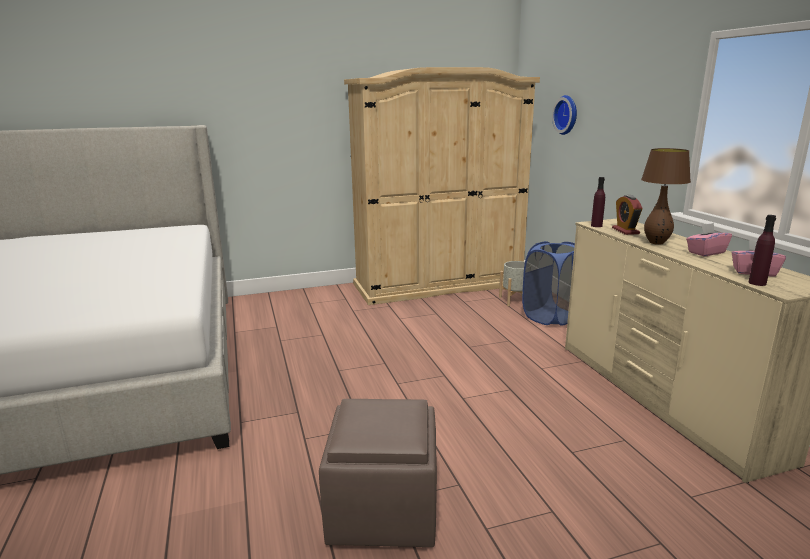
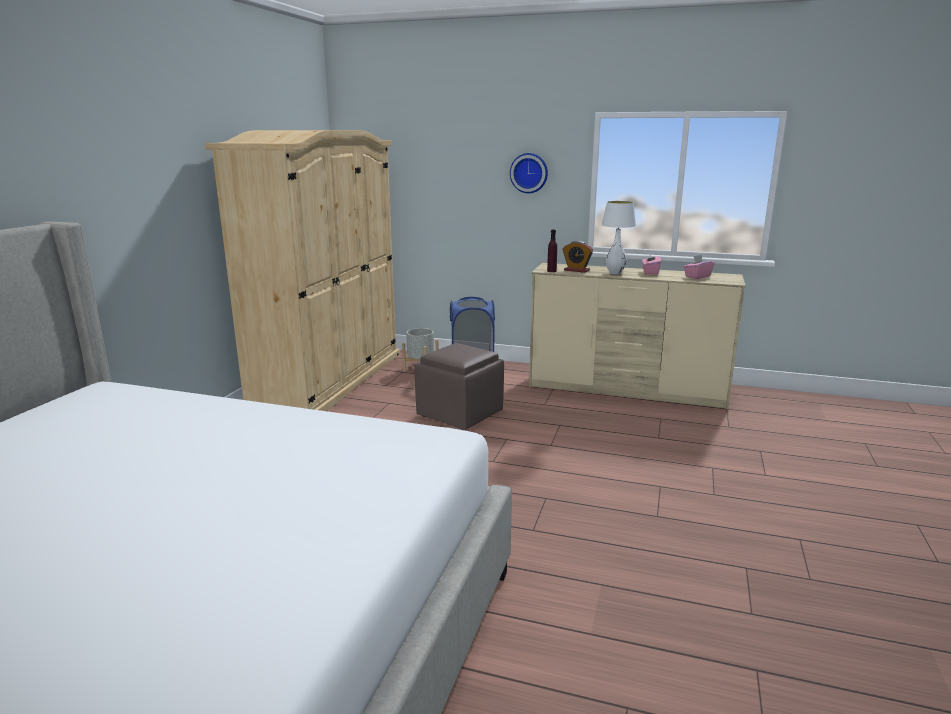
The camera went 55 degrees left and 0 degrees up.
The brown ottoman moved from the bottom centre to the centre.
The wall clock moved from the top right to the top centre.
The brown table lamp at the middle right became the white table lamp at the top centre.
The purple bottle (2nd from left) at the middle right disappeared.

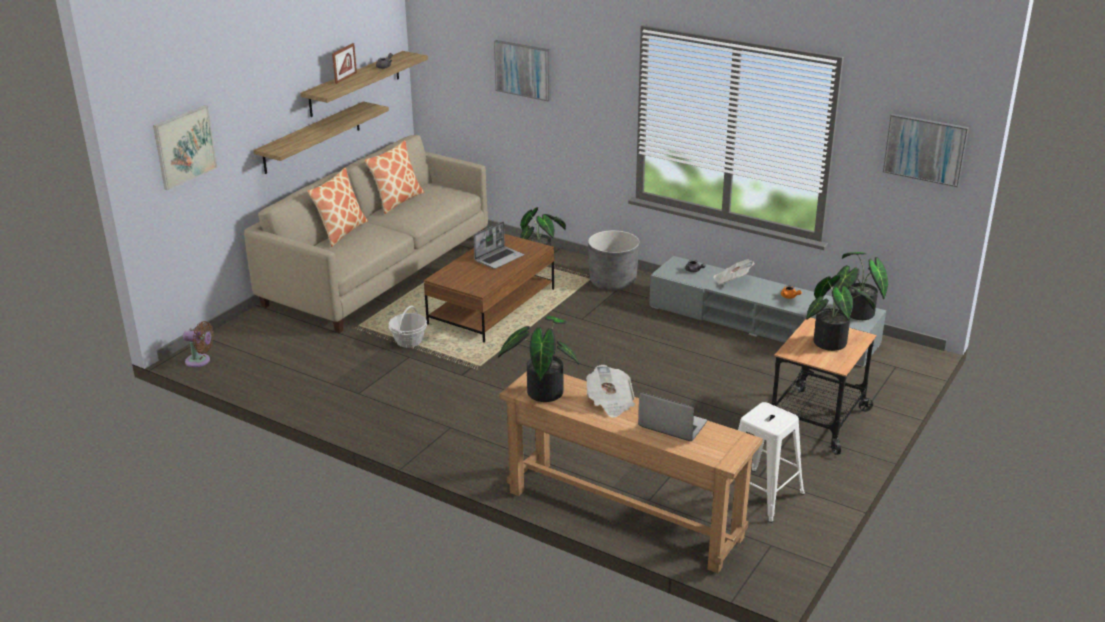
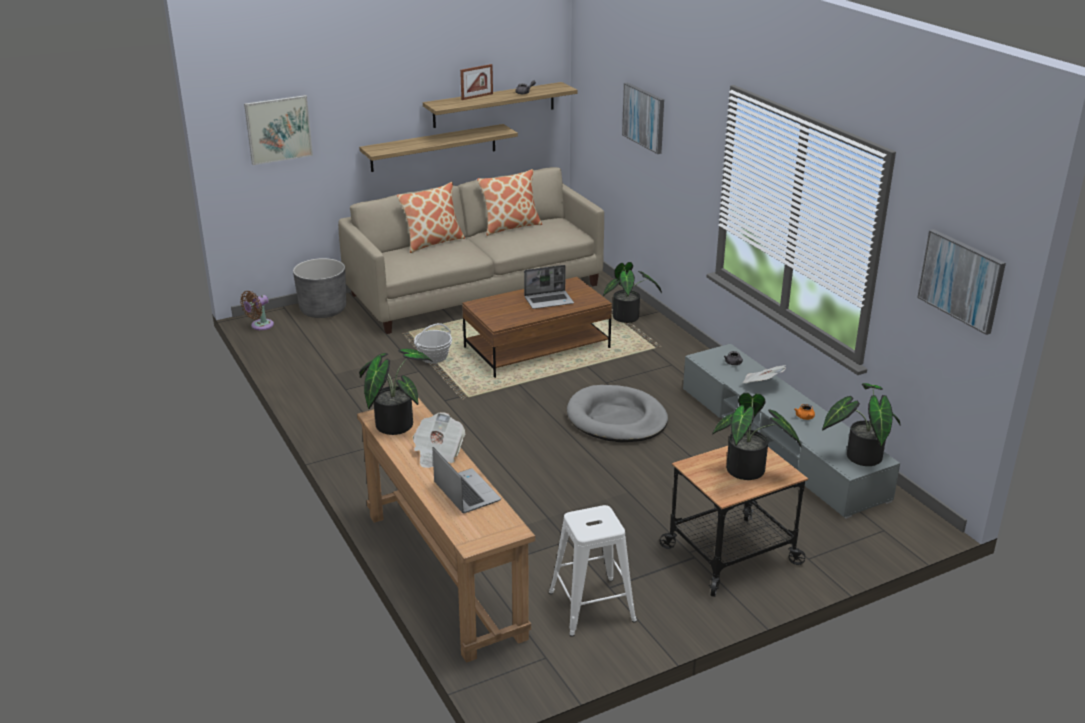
The camera went 30 degrees right and 0 degrees up.
The brown fan at the middle left turned 90 degrees clockwise.
The grey planter moved from the centre to the middle left.
The grey dog bed at the centre appeared.

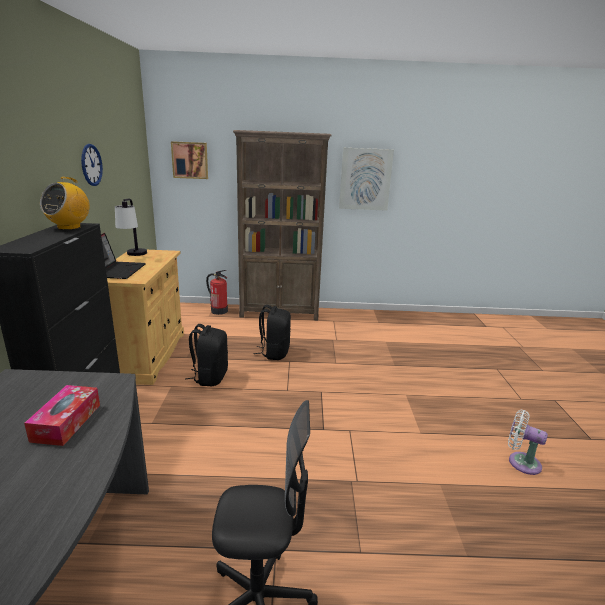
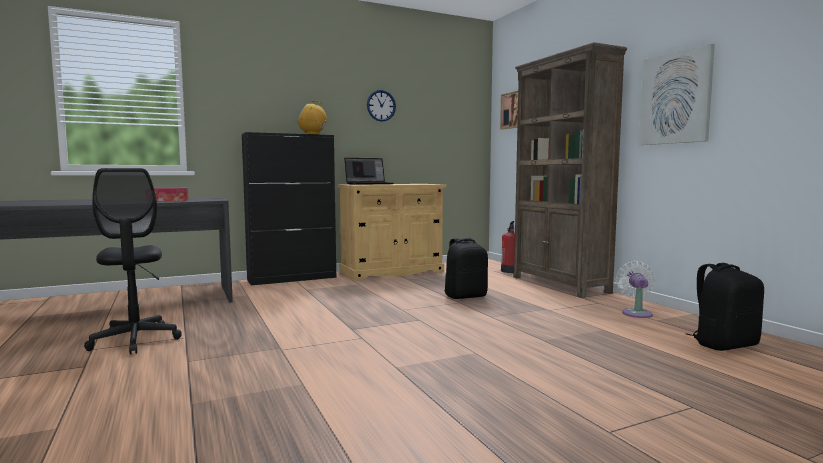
The camera went 65 degrees right and 15 degrees down.
The table lamp at the middle left disappeared.
The black backpack (1st from left in the first image) moved from the centre to the middle right.
The white fan moved from the bottom right to the middle right.

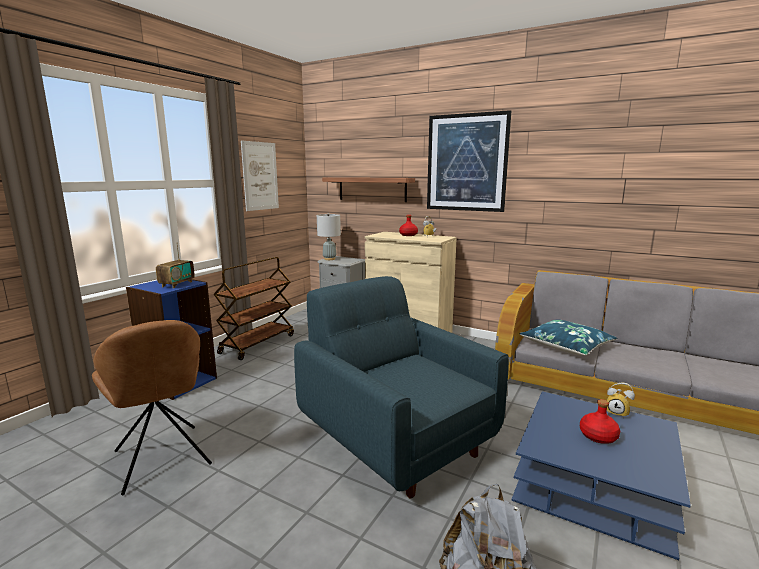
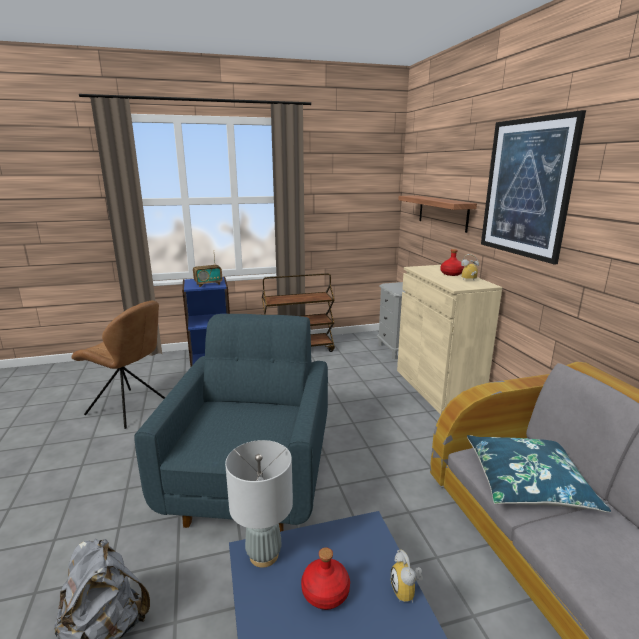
The camera went 45 degrees right and 5 degrees up.
The brown chair at the bottom left turned 75 degrees counterclockwise.
The picture (1st from left) at the top centre disappeared.
The grey table lamp moved from the centre to the bottom centre.

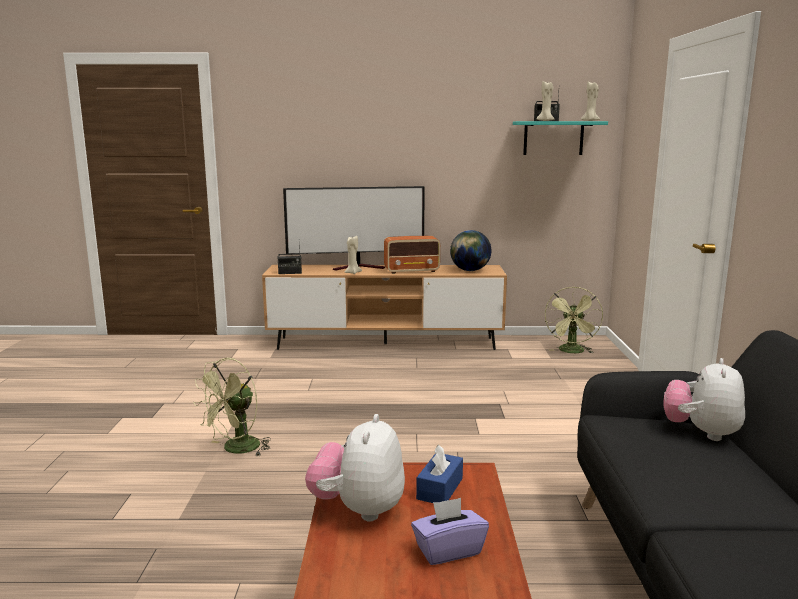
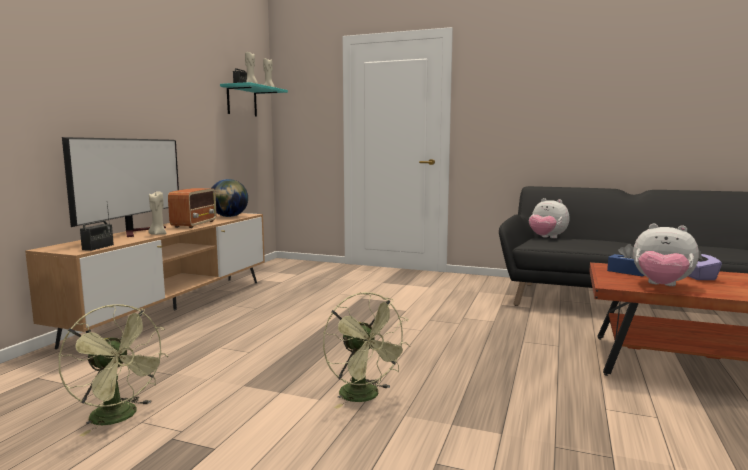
The camera went 70 degrees left and 5 degrees down.
The green fan (2nd from left in the first image) moved from the middle right to the bottom left.

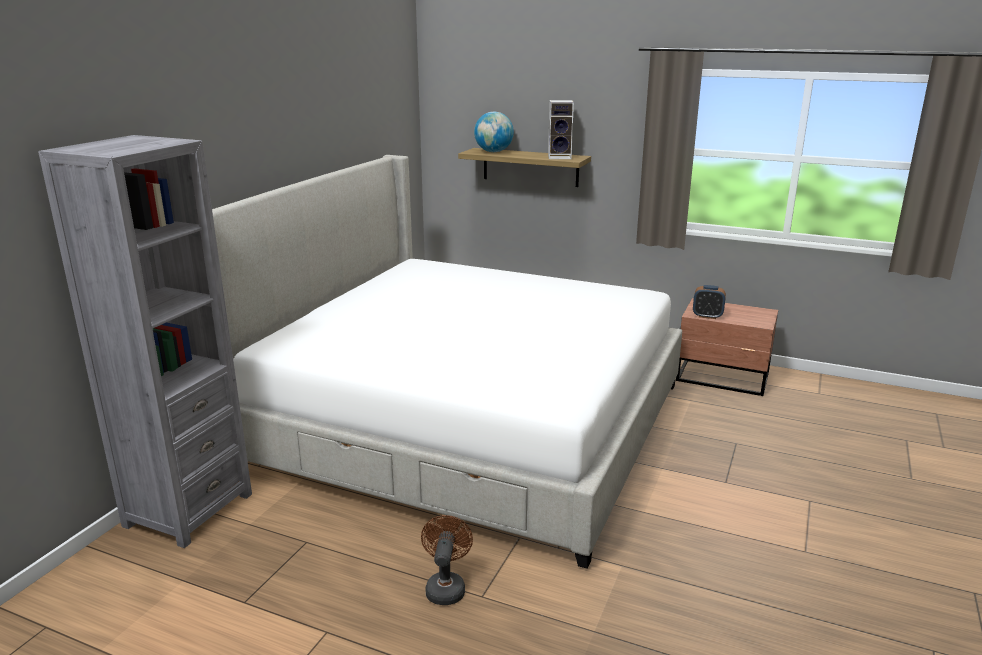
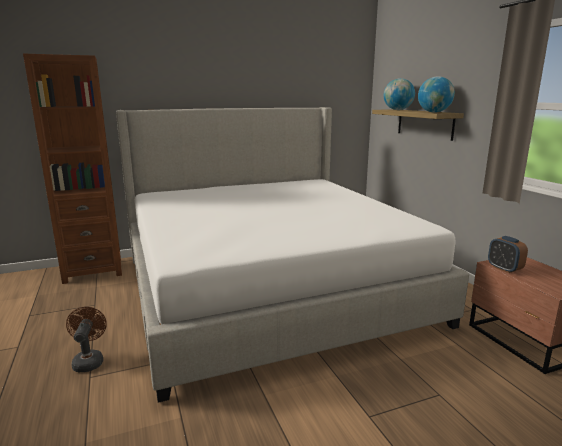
The camera went 45 degrees right and 5 degrees down.
The grey bookcase at the middle left became the brown bookcase at the middle left.
The brown fan at the bottom centre turned 60 degrees counterclockwise.
The speaker at the top centre was replaced by the globe (2nd from left) at the top right.

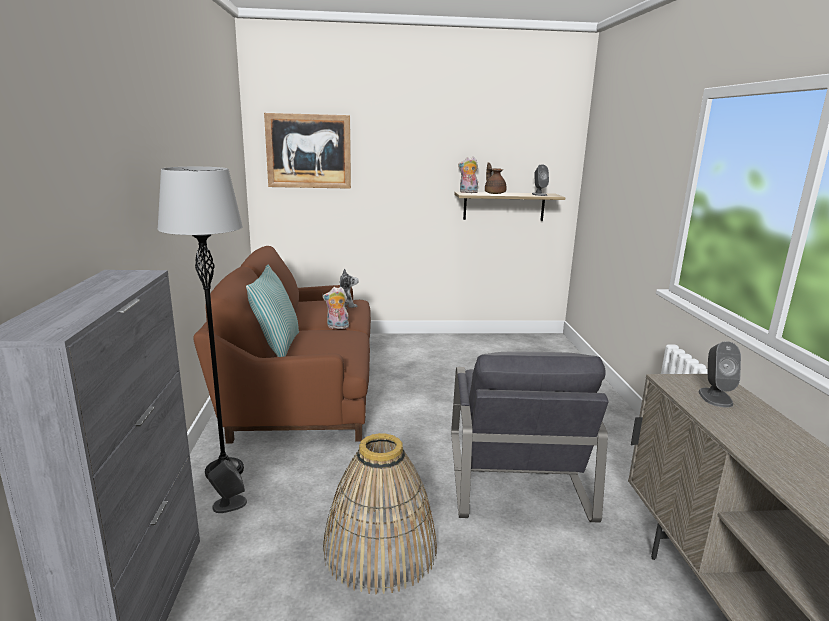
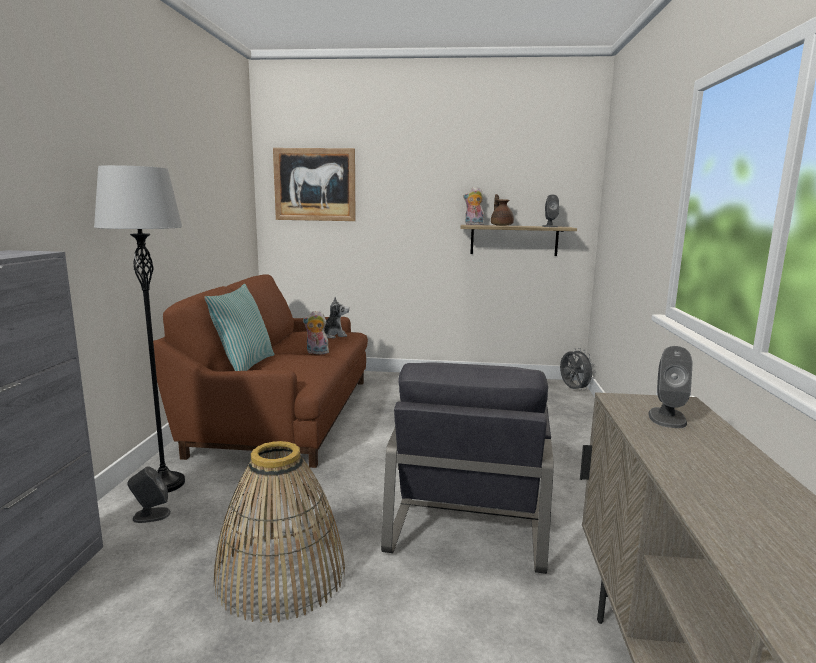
The camera went 10 degrees right and 5 degrees down.
The grey fan at the middle right appeared.

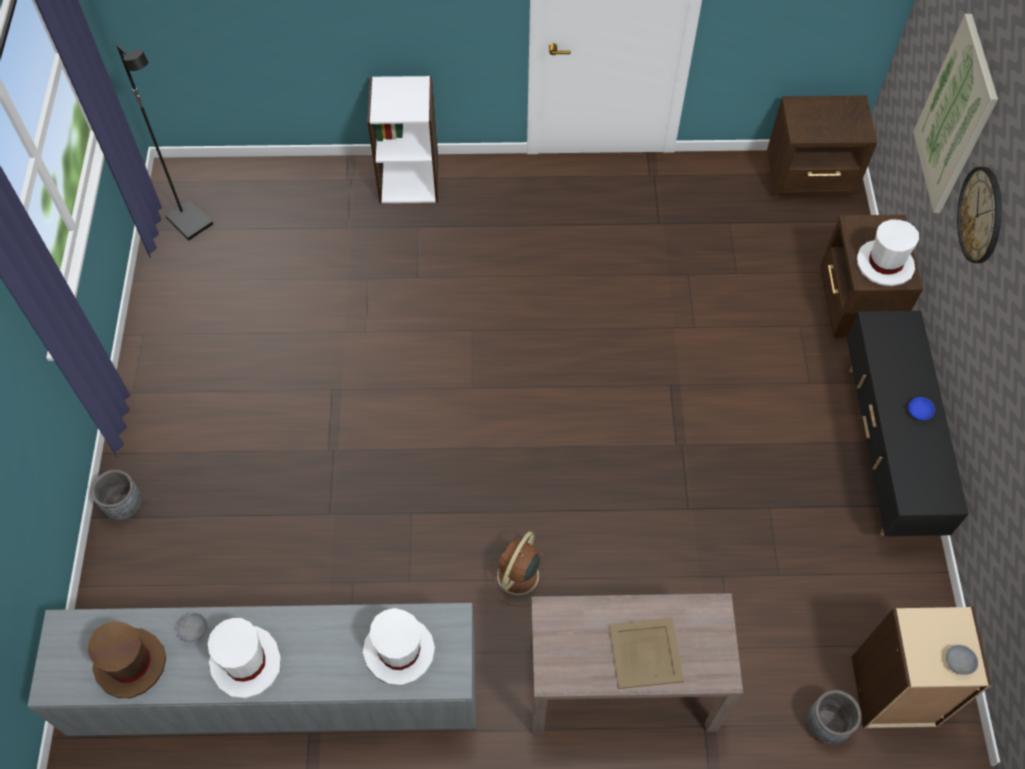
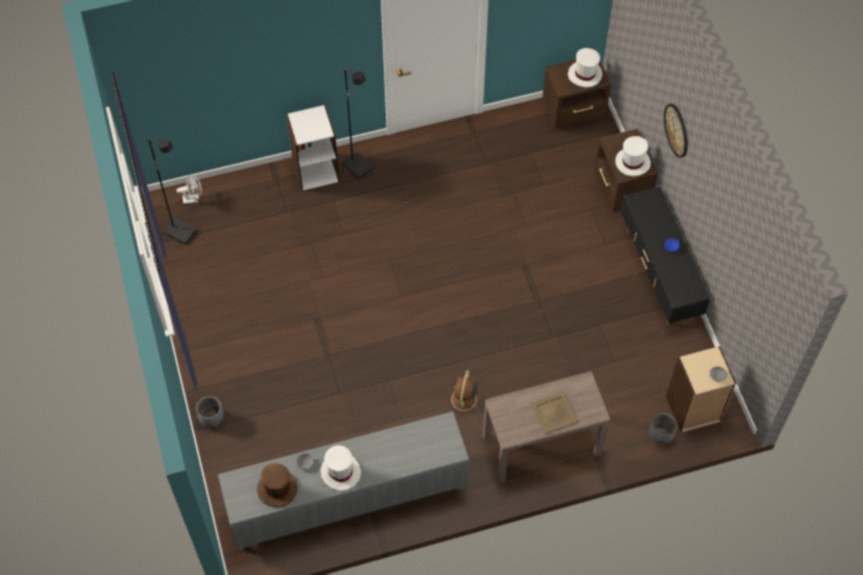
The camera went 15 degrees left and 0 degrees up.
The white hat (2nd from left) moved from the bottom centre to the top right.
The picture at the top right disappeared.
The white fan at the top left appeared.
The black floor lamp (2nd from left) at the top centre appeared.

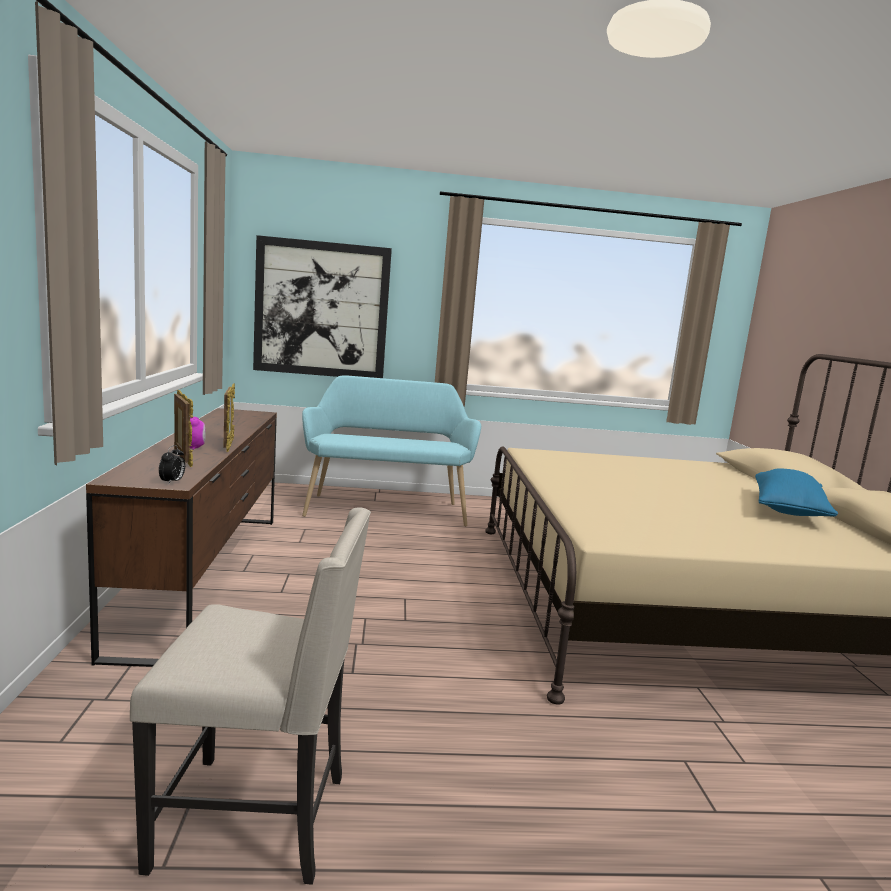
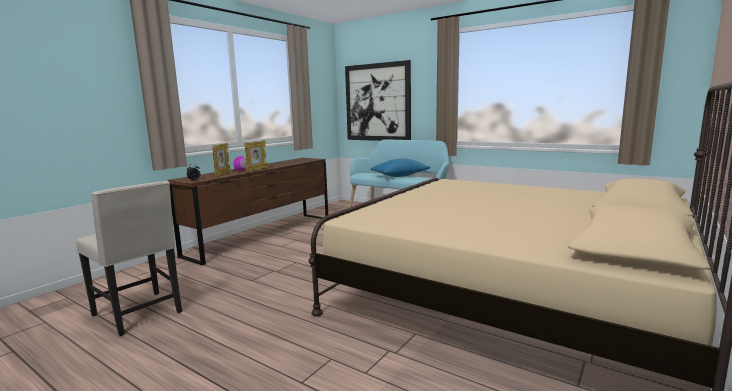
The camera went 40 degrees right and 0 degrees up.
The blue pillow moved from the middle right to the centre.

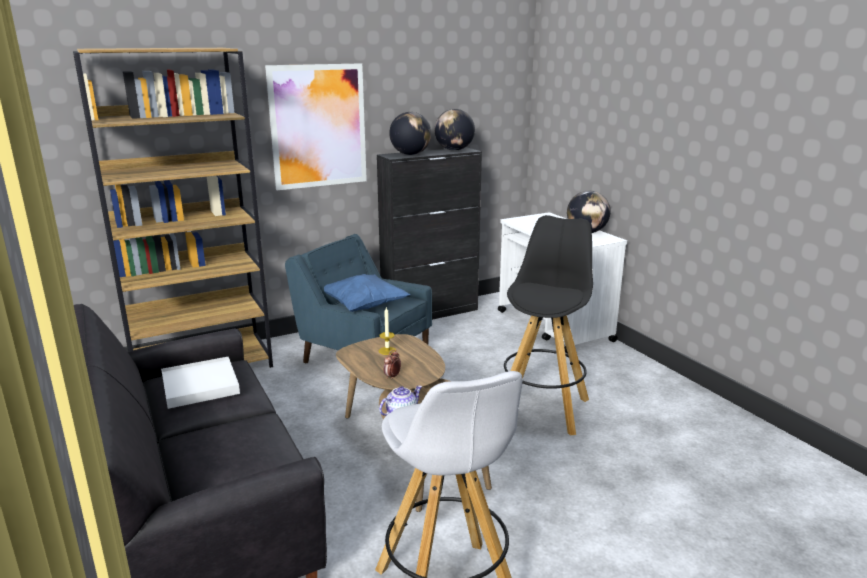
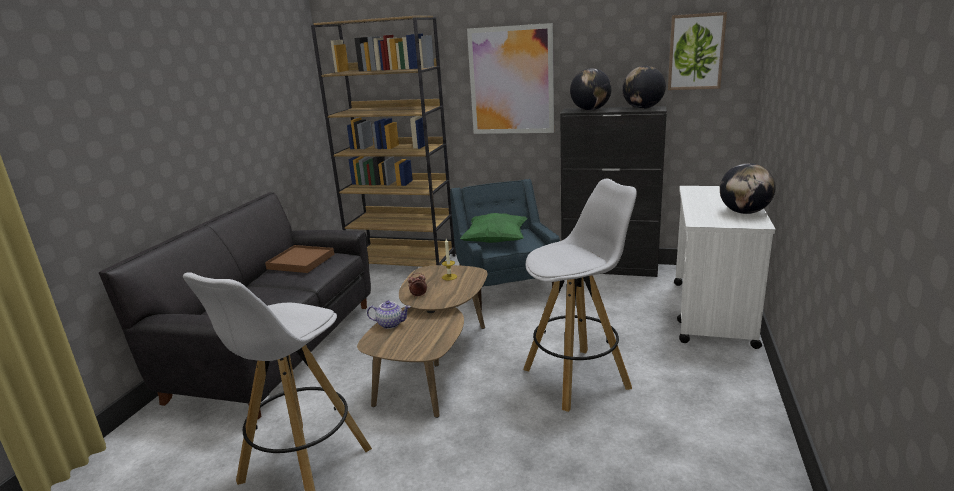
The camera went 45 degrees right and 0 degrees up.
The white tray at the middle left became the brown tray at the middle left.
The blue pillow at the centre became the green pillow at the centre.
The black stool at the centre became the white stool (2nd from left) at the centre.
The picture (2nd from left) at the top right appeared.

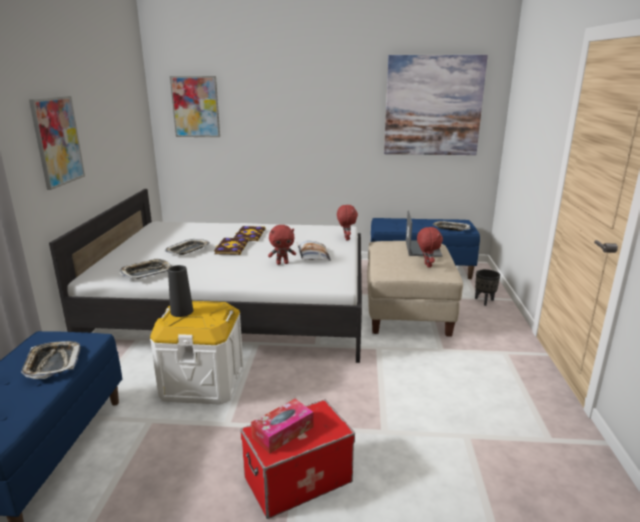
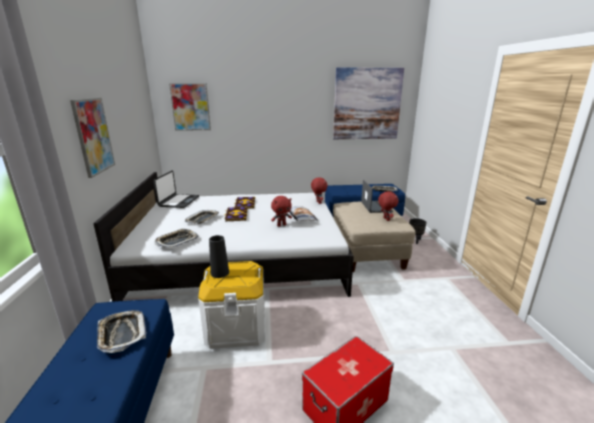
The camera went 10 degrees left and 0 degrees up.
The tissue box at the bottom centre disappeared.
The laptop (1st from left) at the middle left appeared.

